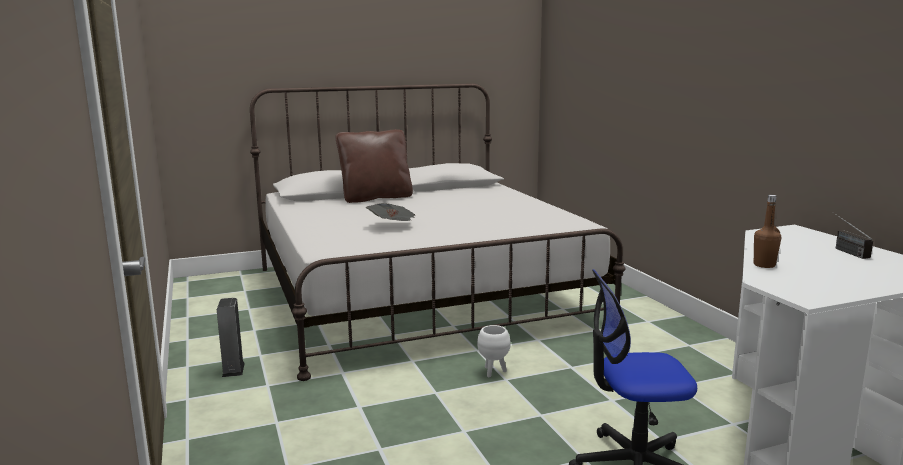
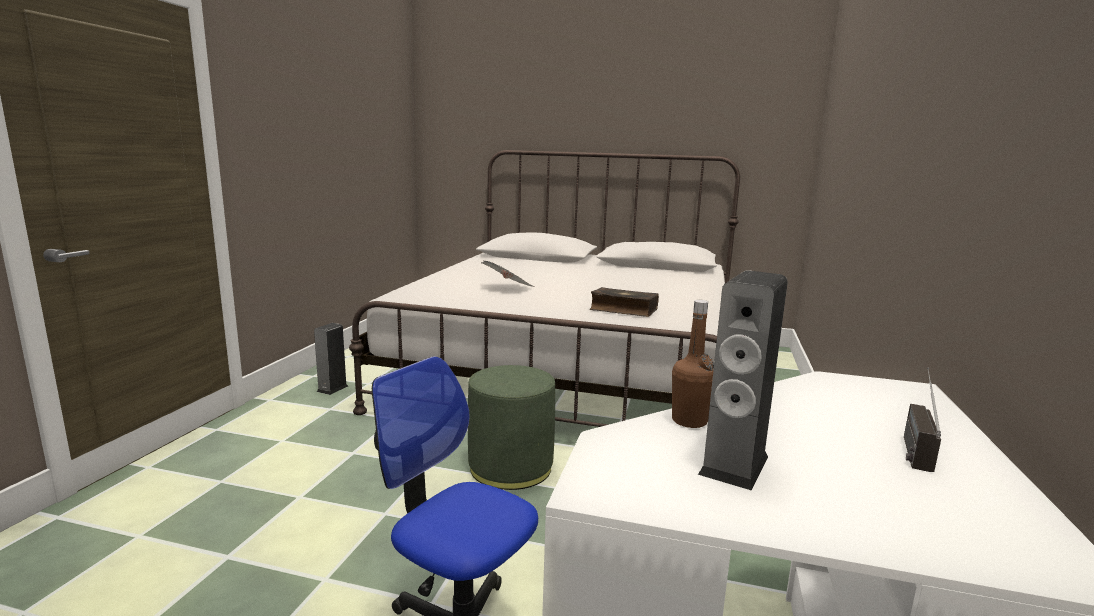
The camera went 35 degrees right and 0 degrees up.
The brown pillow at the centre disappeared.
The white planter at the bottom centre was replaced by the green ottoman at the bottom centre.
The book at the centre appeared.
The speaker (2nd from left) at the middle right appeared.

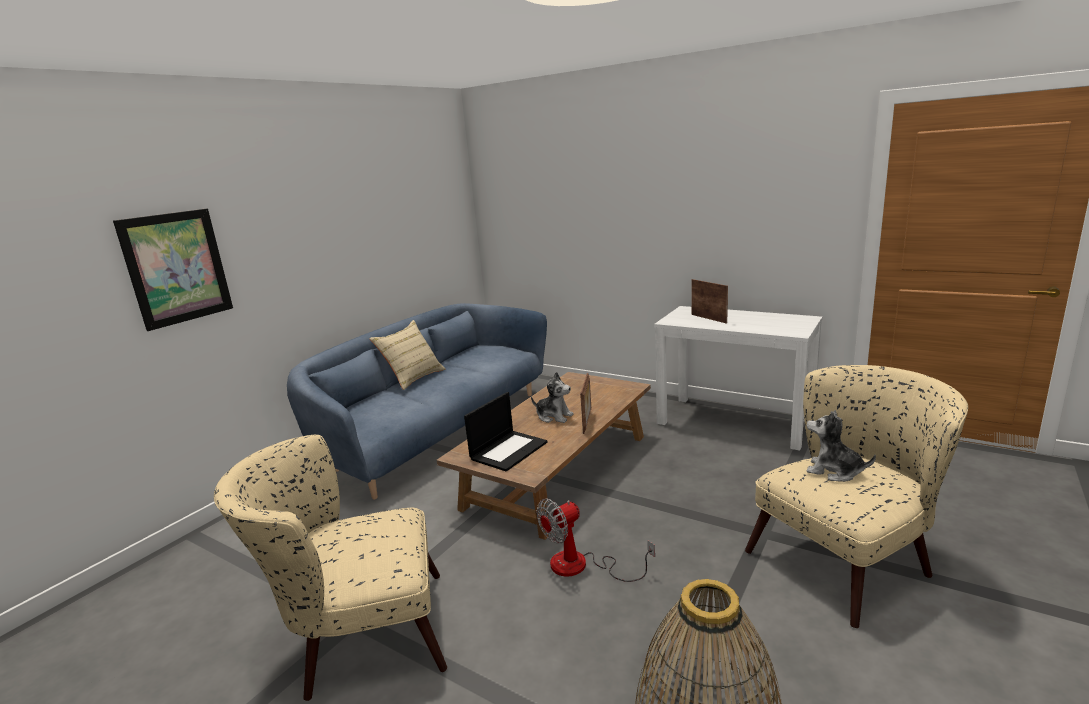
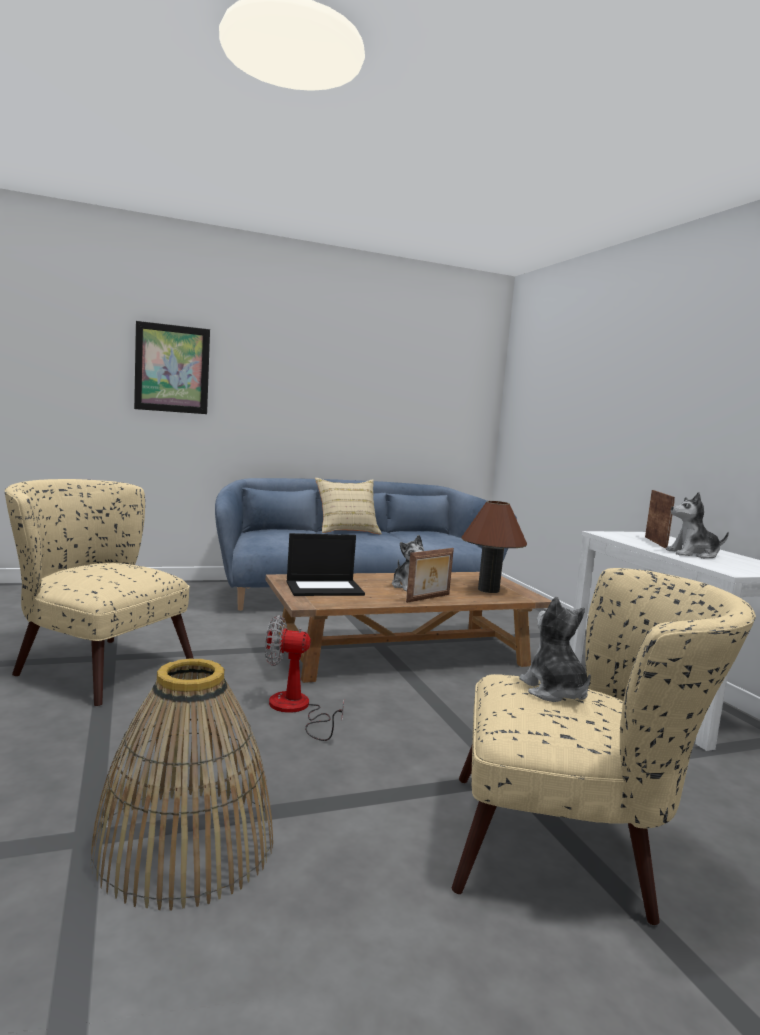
The camera went 35 degrees right and 10 degrees down.
The brown table lamp at the centre appeared.
The plush toy (3rd from left) at the middle right appeared.

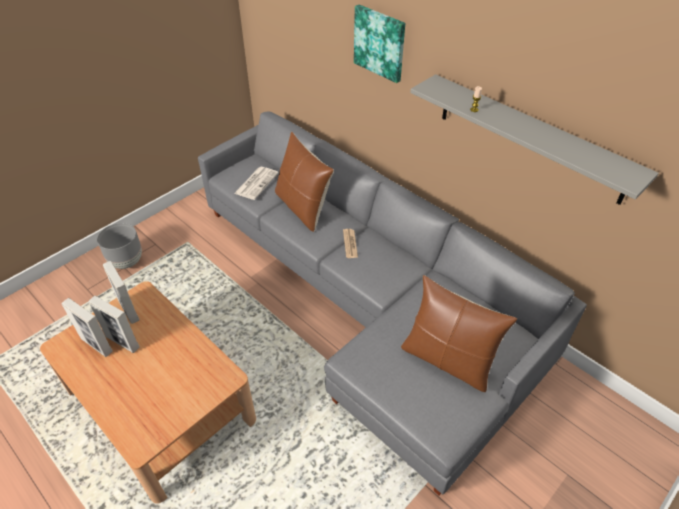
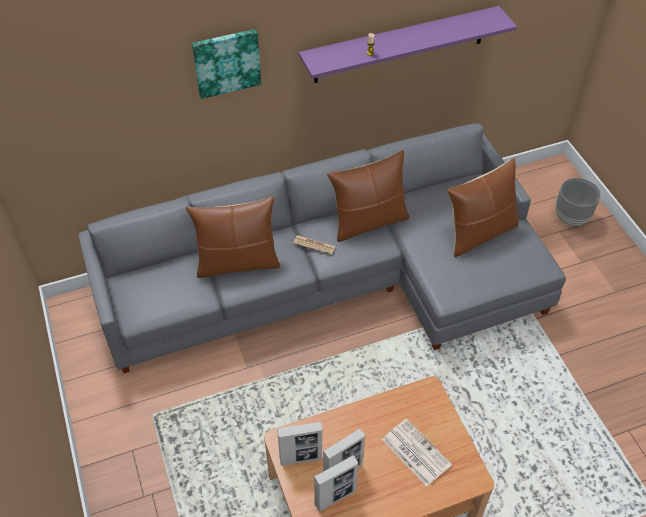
The camera went 65 degrees left and 5 degrees up.
The grey planter moved from the middle left to the middle right.
The newspaper (1st from left in the first image) moved from the centre to the bottom centre.
The grey shelf at the top right became the purple shelf at the top centre.
The brown pillow (2nd from left) at the centre appeared.

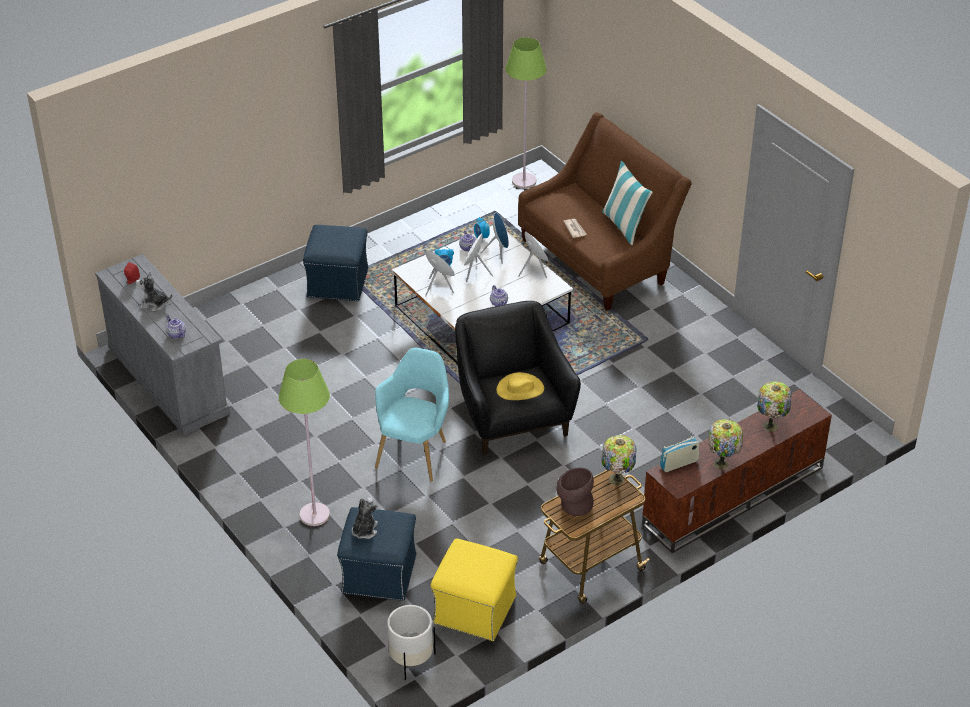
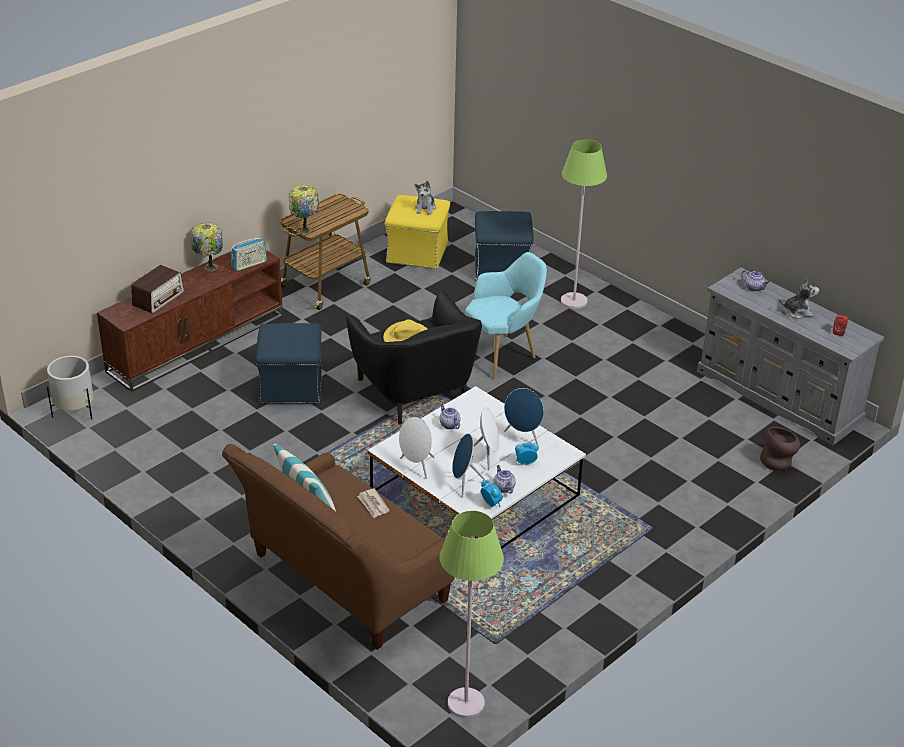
The camera went 170 degrees right and 5 degrees down.
The blue ottoman (1st from left) moved from the centre to the middle left.
The plush toy (2nd from left in the first image) moved from the bottom centre to the top centre.
The turquoise armchair at the centre turned 135 degrees counterclockwise.
The white planter moved from the bottom centre to the middle left.
The brown vase moved from the bottom centre to the middle right.
The table lamp (3rd from left) at the middle right was replaced by the radio (1st from left) at the middle left.

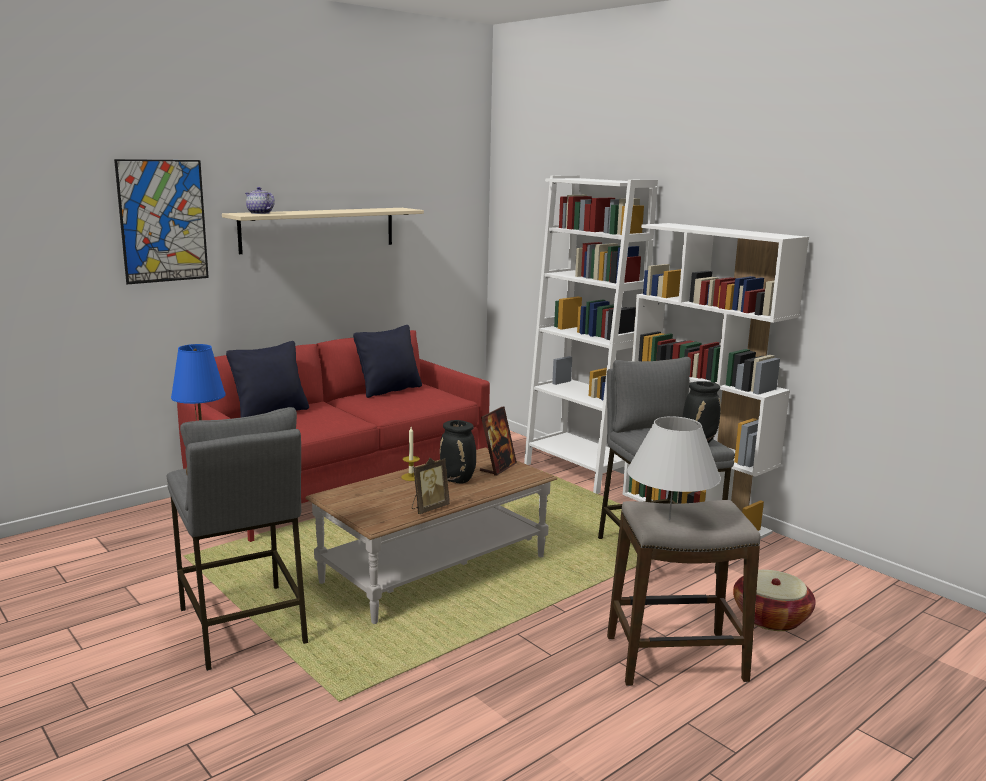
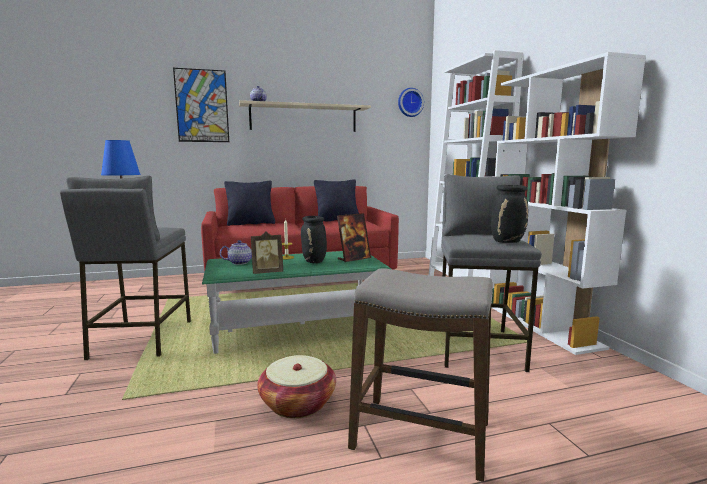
The camera went 25 degrees right and 5 degrees down.
The brown coffee table at the bottom centre became the green coffee table at the centre.
The white table lamp at the middle right disappeared.
The basket moved from the bottom right to the bottom centre.
The teapot (1st from left) at the centre appeared.
The wall clock at the top centre appeared.

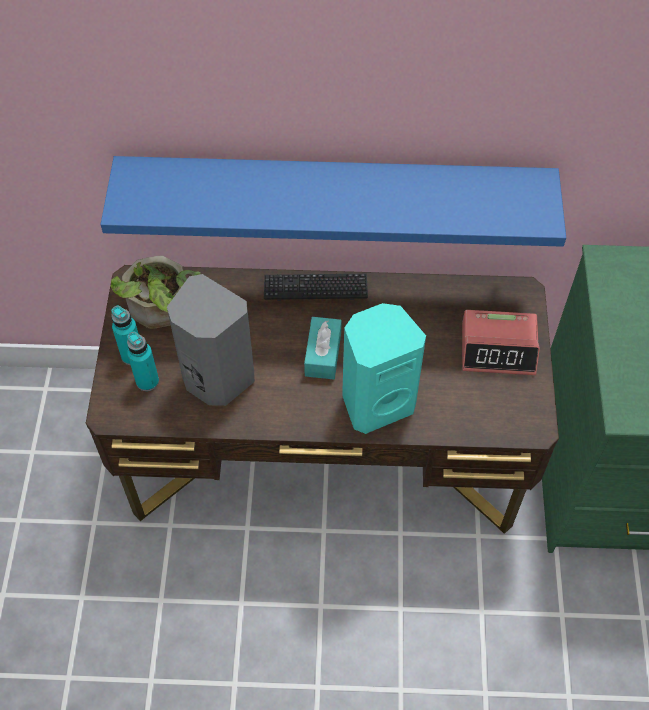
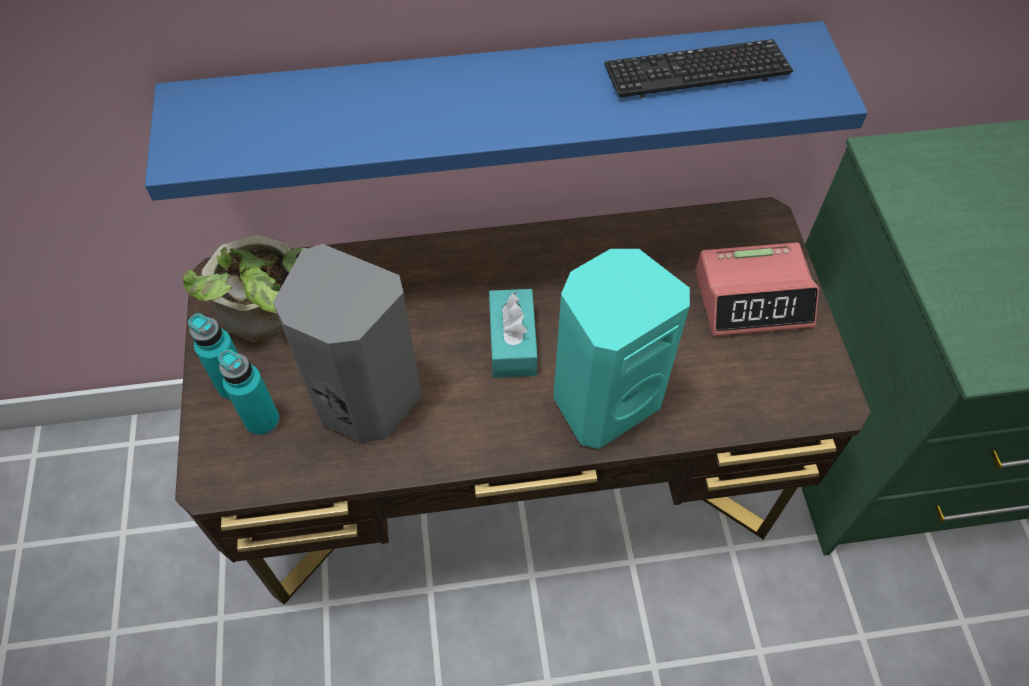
The camera went 10 degrees left and 0 degrees up.
The keyboard moved from the centre to the top right.

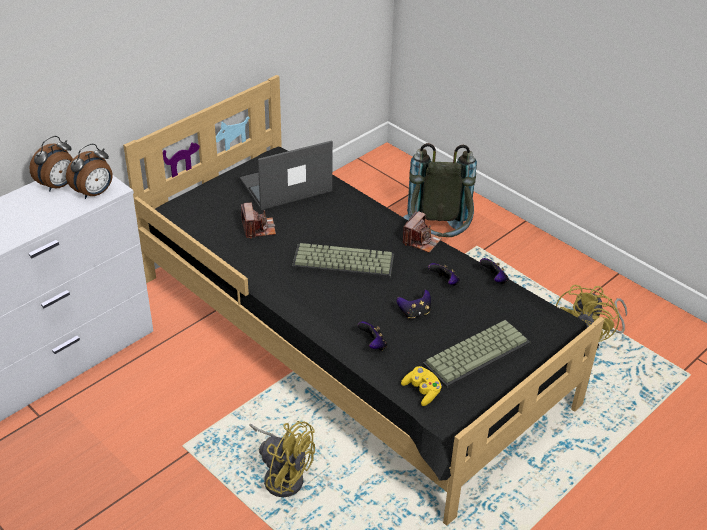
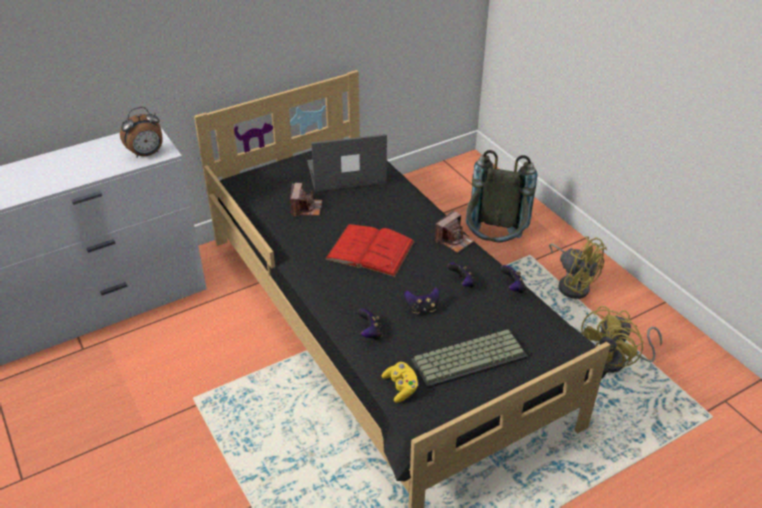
The camera went 15 degrees right and 0 degrees up.
The alarm clock (1st from left) at the top left disappeared.
The yellow fan (1st from left) moved from the bottom centre to the middle right.
The keyboard (1st from left) at the centre was replaced by the red book at the centre.

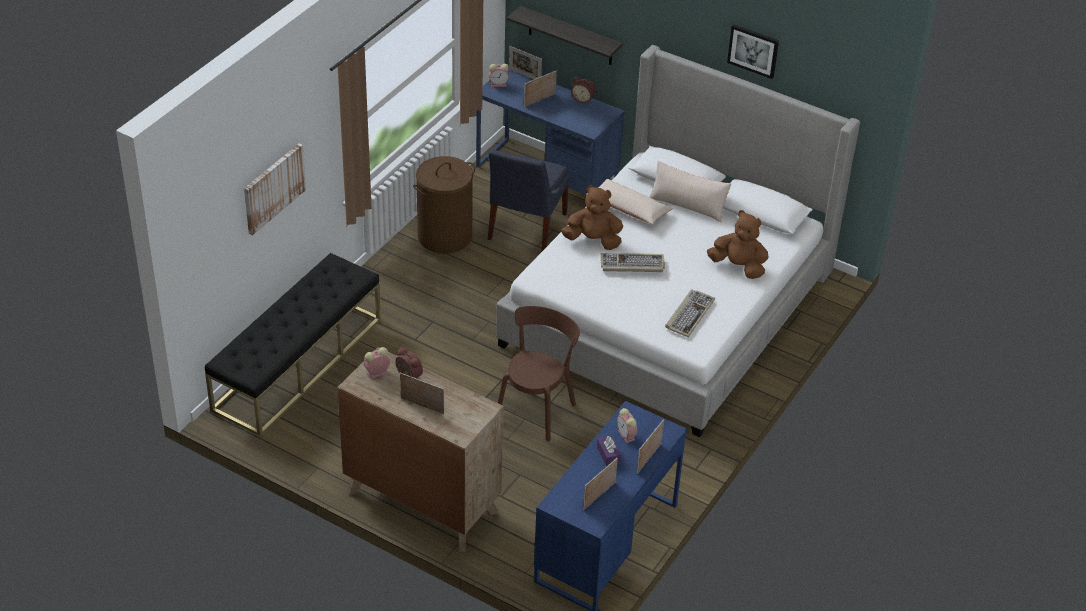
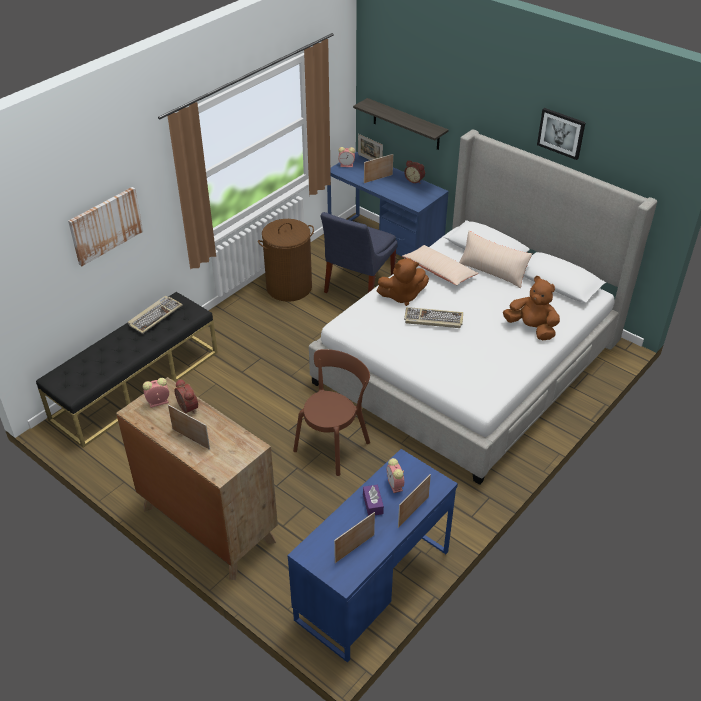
The camera went 10 degrees right and 0 degrees up.
The brown plush toy (1st from left) at the centre turned 150 degrees clockwise.
The keyboard (2nd from left in the first image) moved from the centre to the middle left.

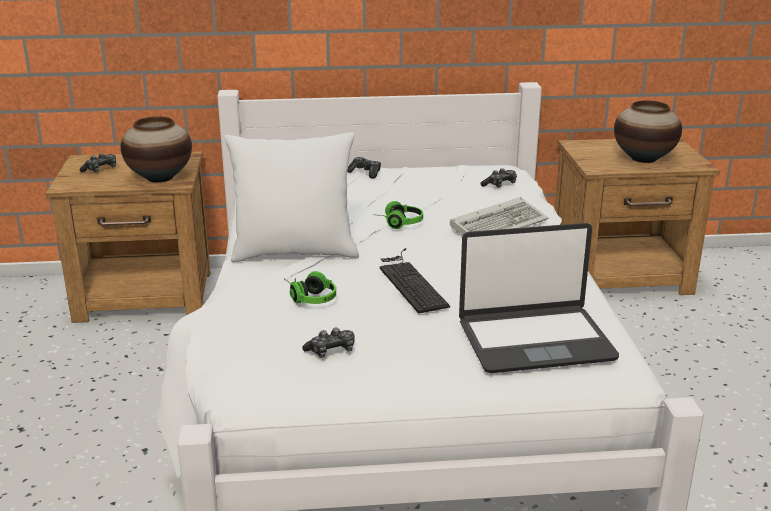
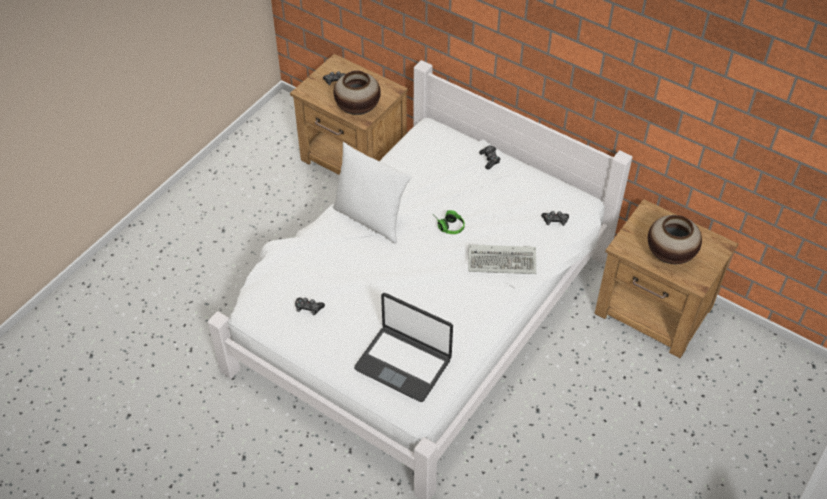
The camera went 40 degrees right and 25 degrees up.
The headphones (1st from left) at the centre disappeared.
The keyboard (1st from left) at the centre disappeared.

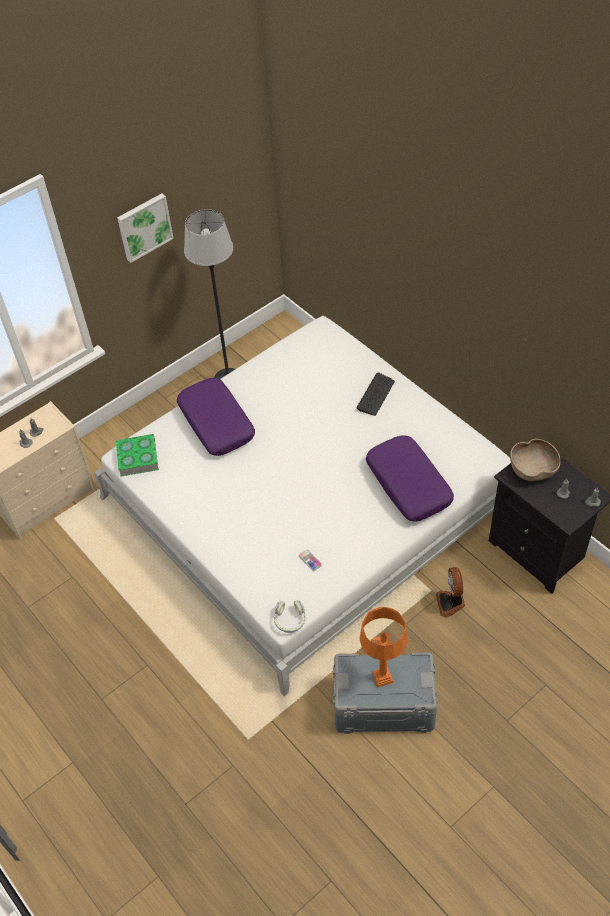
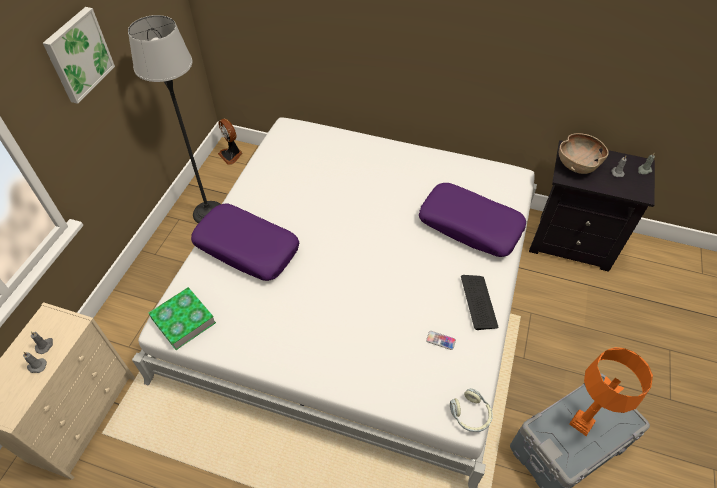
The camera went 35 degrees left and 0 degrees up.
The keyboard moved from the centre to the middle right.
The fan moved from the middle right to the top left.

